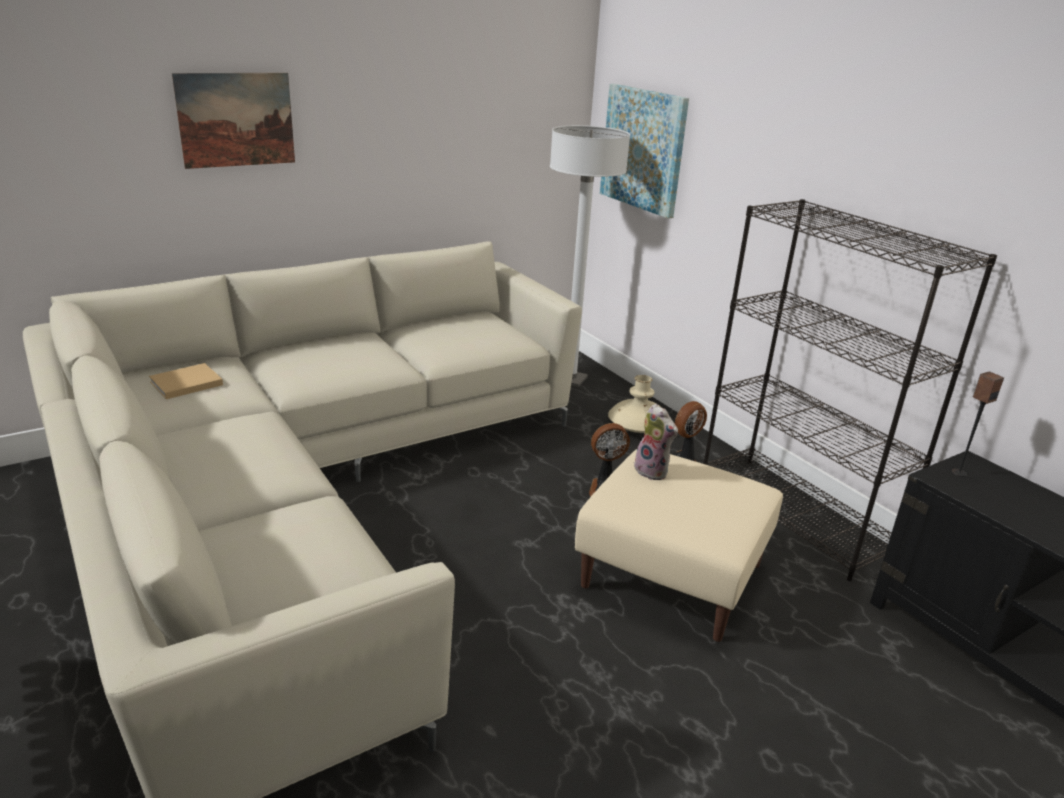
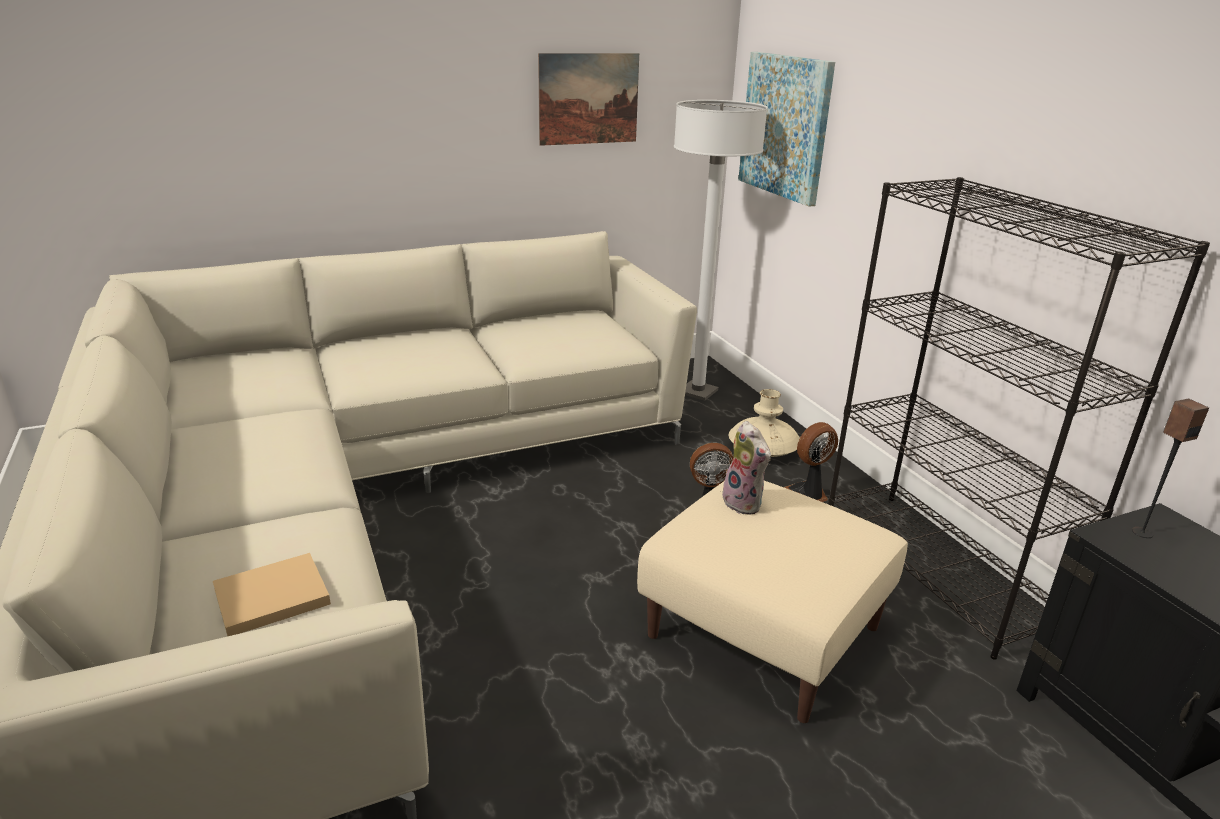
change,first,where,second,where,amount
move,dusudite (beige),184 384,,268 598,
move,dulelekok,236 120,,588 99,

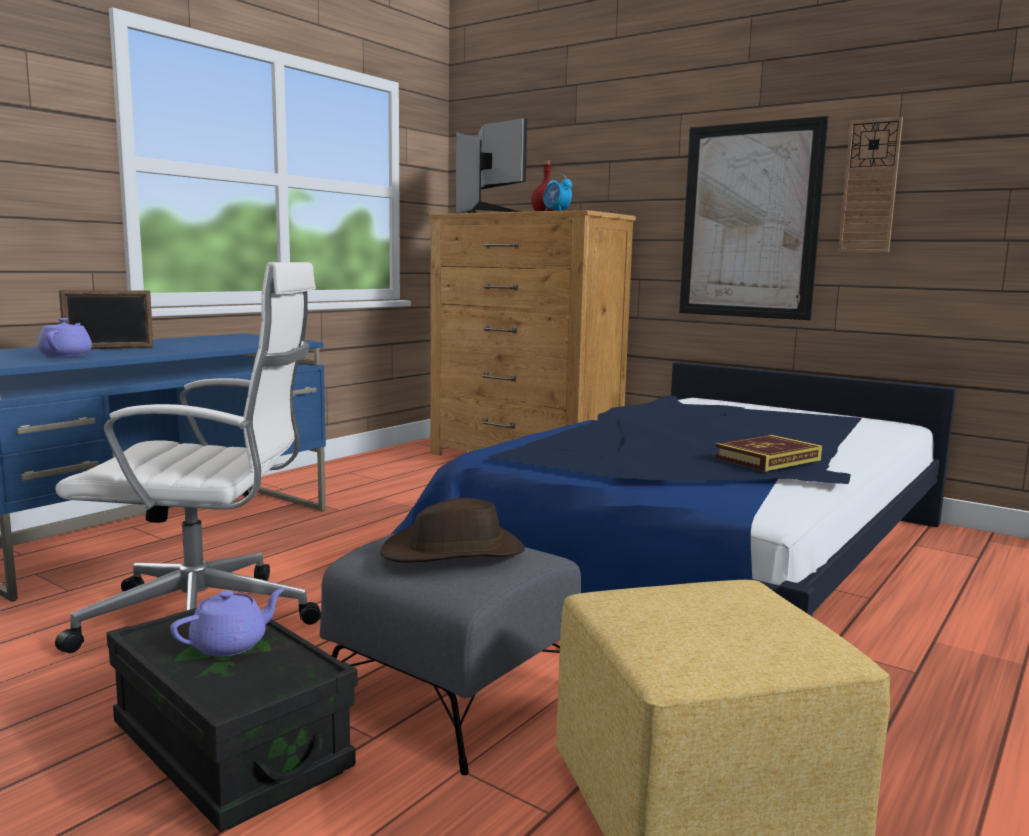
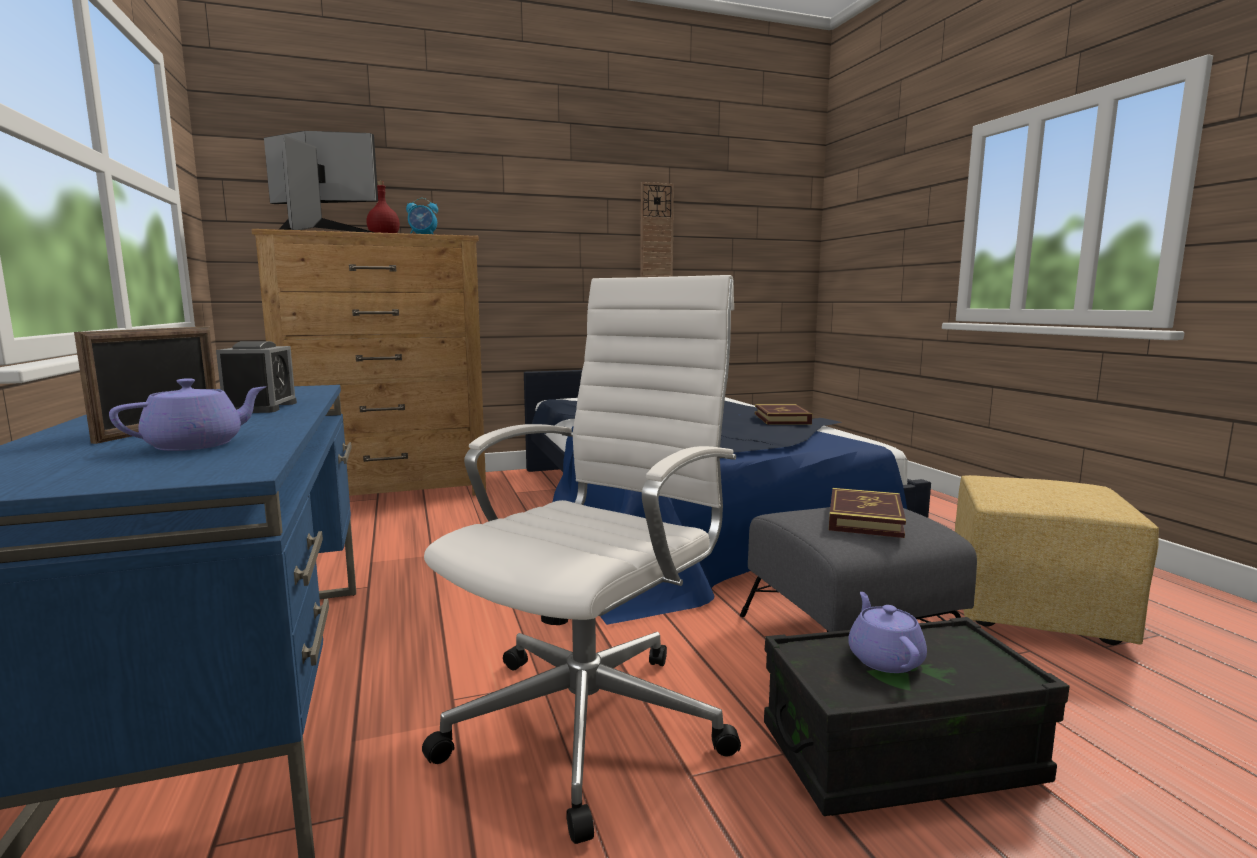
change,first,where,second,where,amount
delete,dulelekok,749 221,,,
insert,,,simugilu,261 407,
replace,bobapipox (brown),454 552,dusudite,865 518,
rotate,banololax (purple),66 355,,197 445,105 degrees clockwise

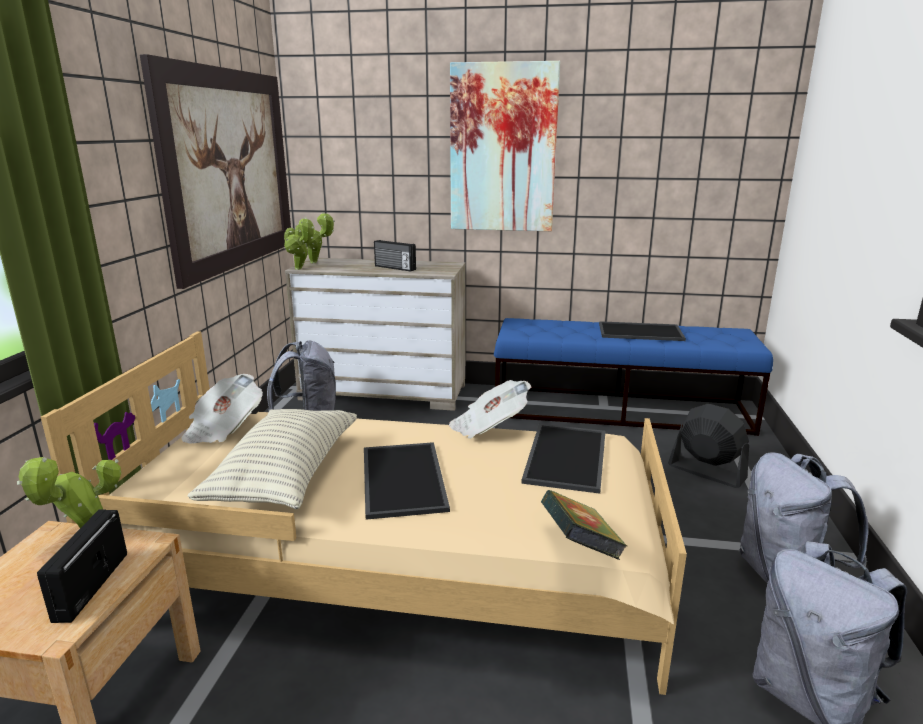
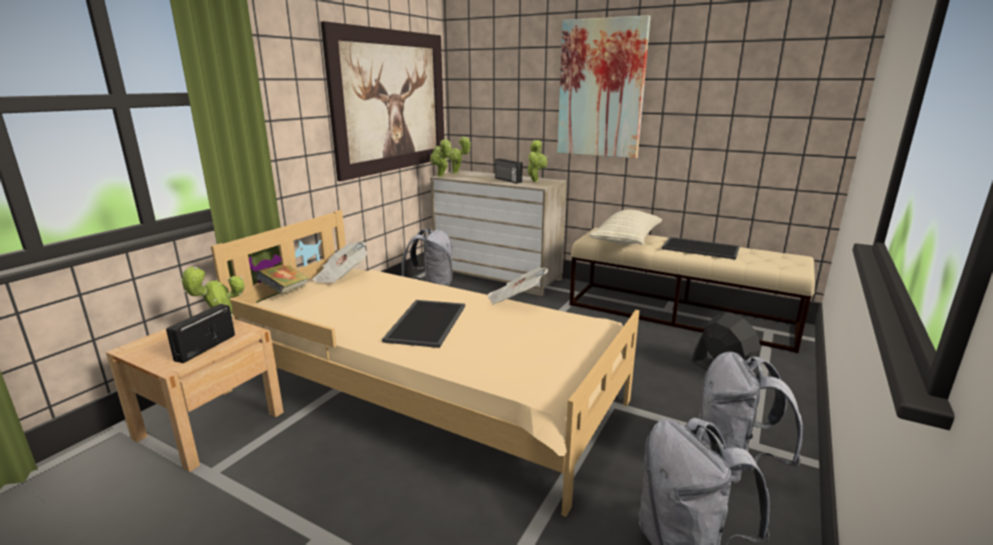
change,first,where,second,where,amount
delete,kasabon,568 458,,,
insert,,,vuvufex,535 181,
move,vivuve,285 476,,626 240,
move,dusudite,579 547,,285 292,
recolor,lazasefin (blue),620 410,lazasefin (beige),680 314,

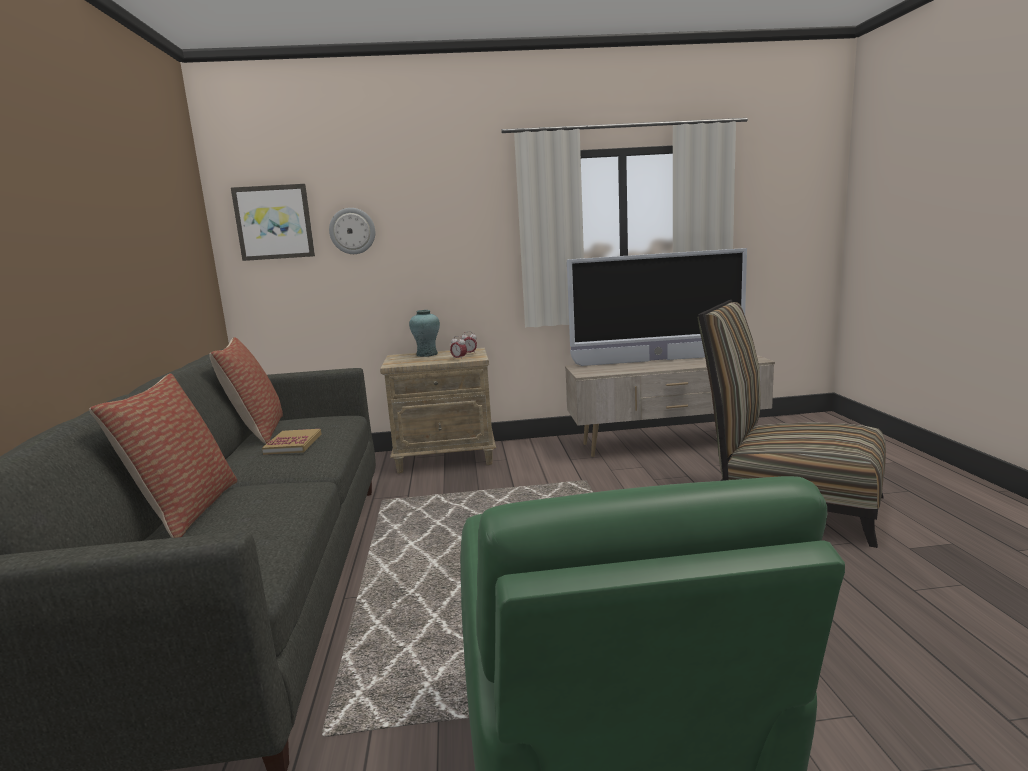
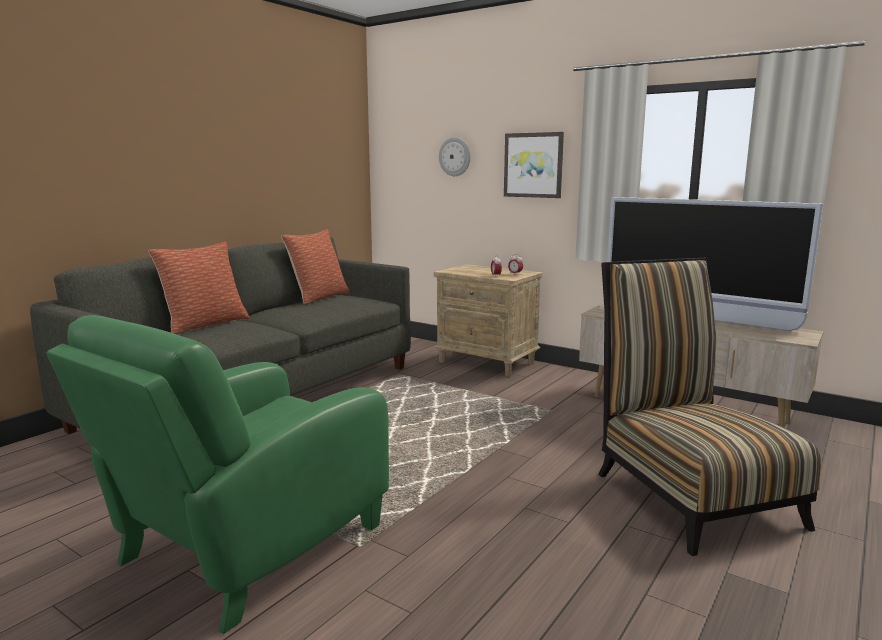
change,first,where,second,where,amount
delete,dusudite,293 444,,,
delete,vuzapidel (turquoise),427 354,,,
move,dulelekok,274 222,,533 165,

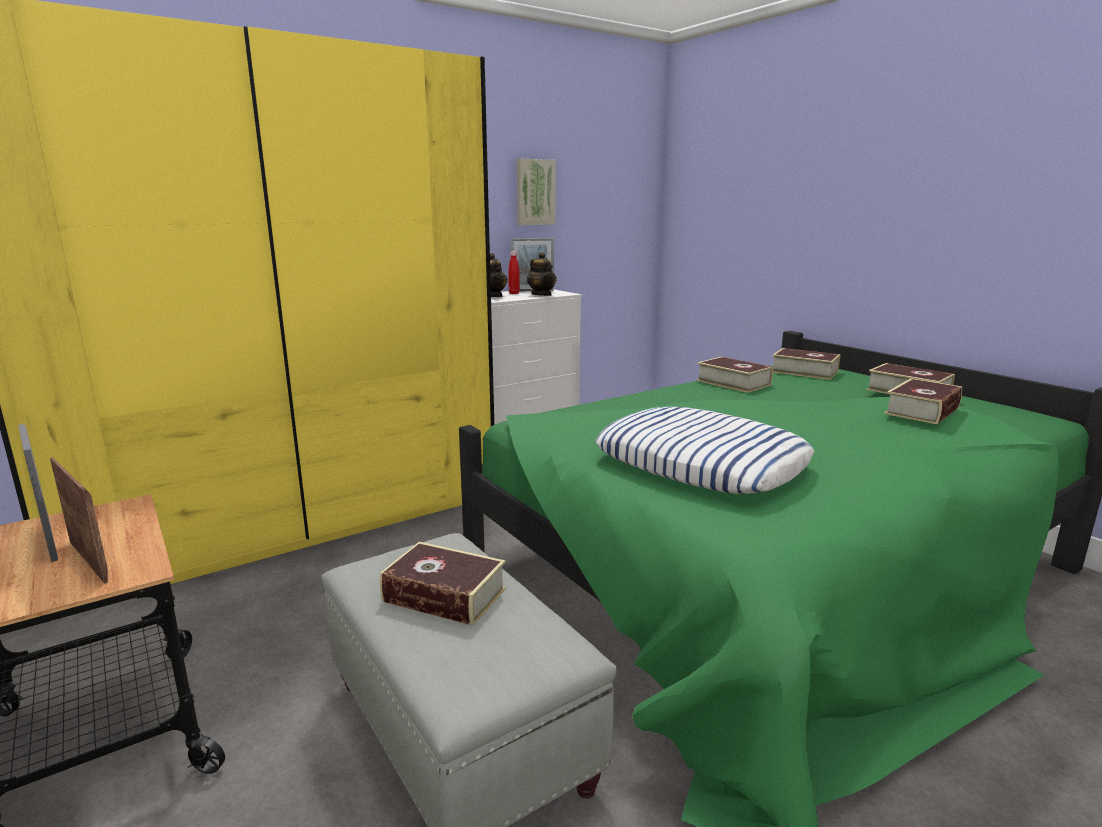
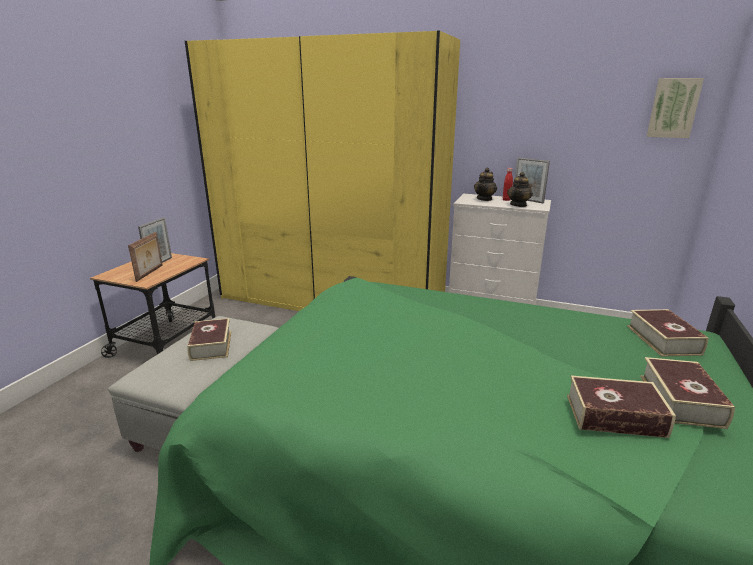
change,first,where,second,where,amount
delete,vivuve,701 463,,,
delete,dusudite,733 383,,,
move,dulelekok,534 192,,673 108,

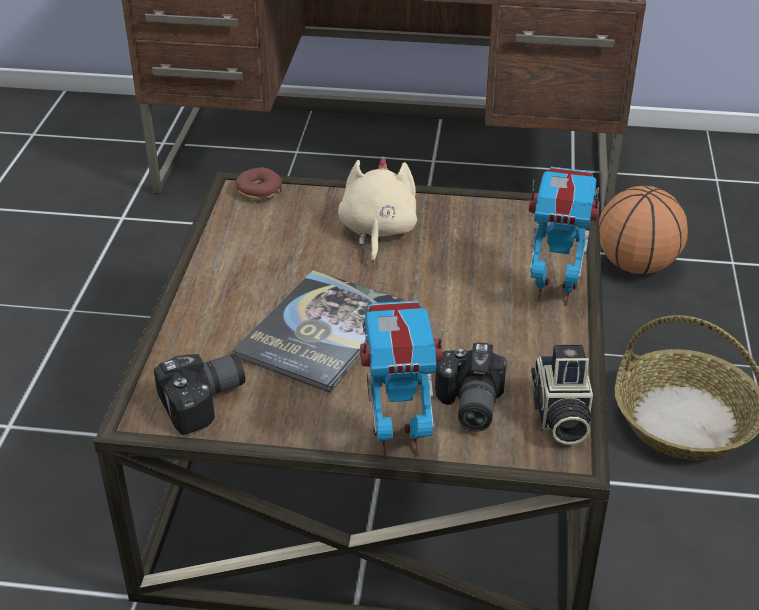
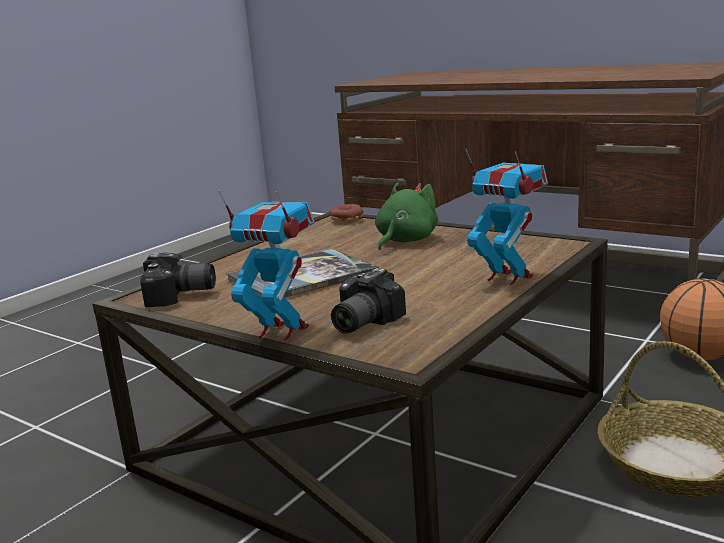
change,first,where,second,where,amount
delete,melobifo,559 416,,,
recolor,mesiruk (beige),377 231,mesiruk (green),405 240,

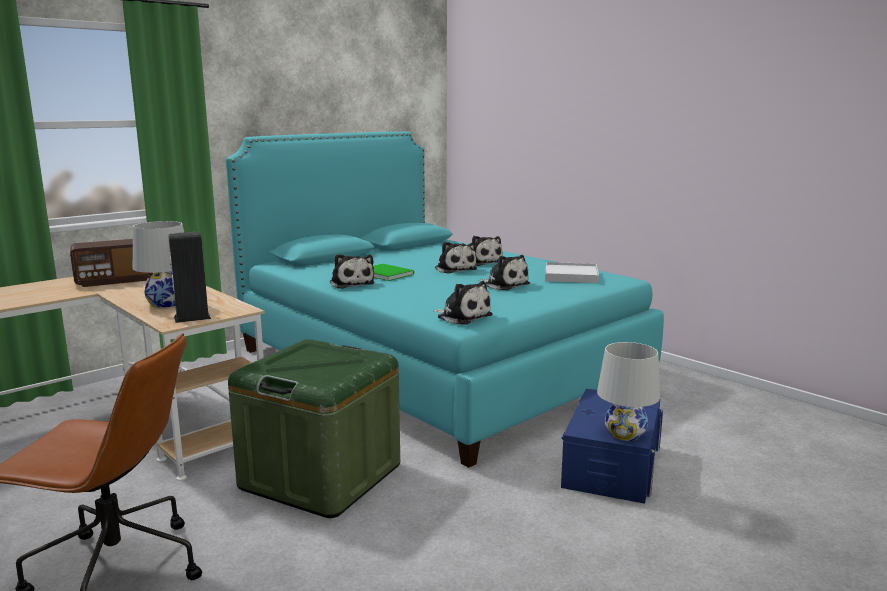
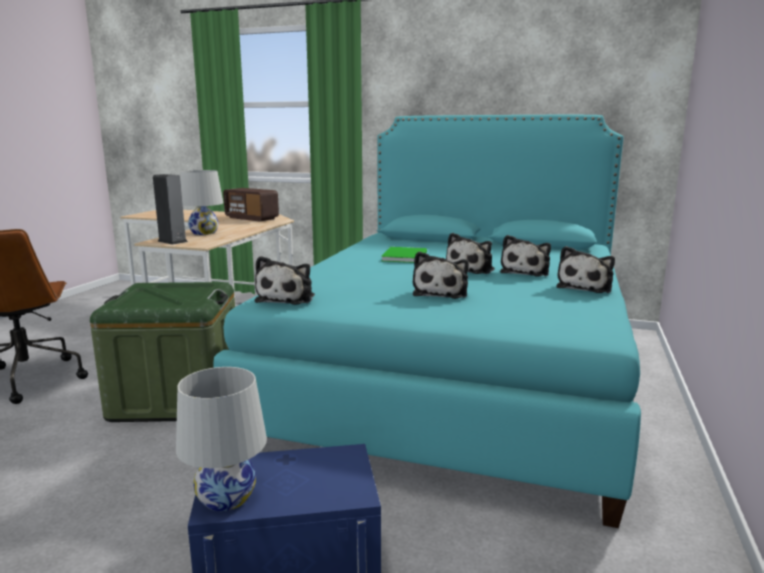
change,first,where,second,where,amount
delete,kasabon (white),571 276,,,
move,mesiruk,351 283,,586 287,

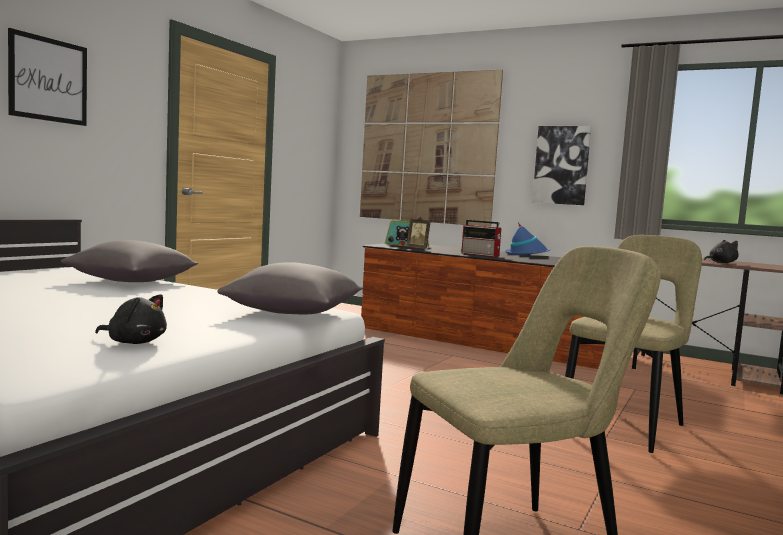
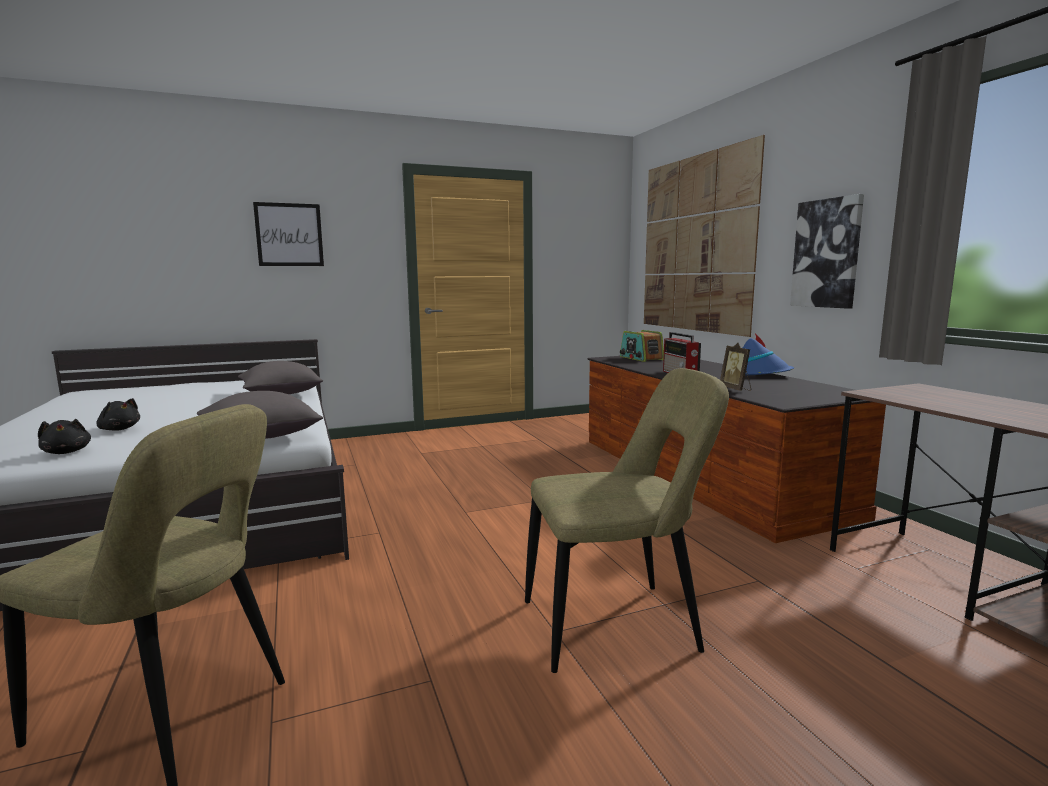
change,first,where,second,where,amount
move,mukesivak,418 248,,736 389,
move,mesiruk (black),720 263,,119 429,

